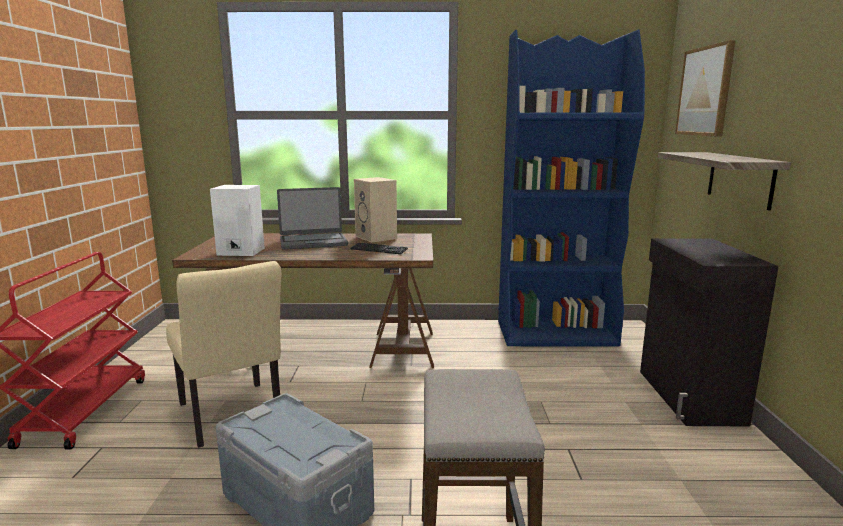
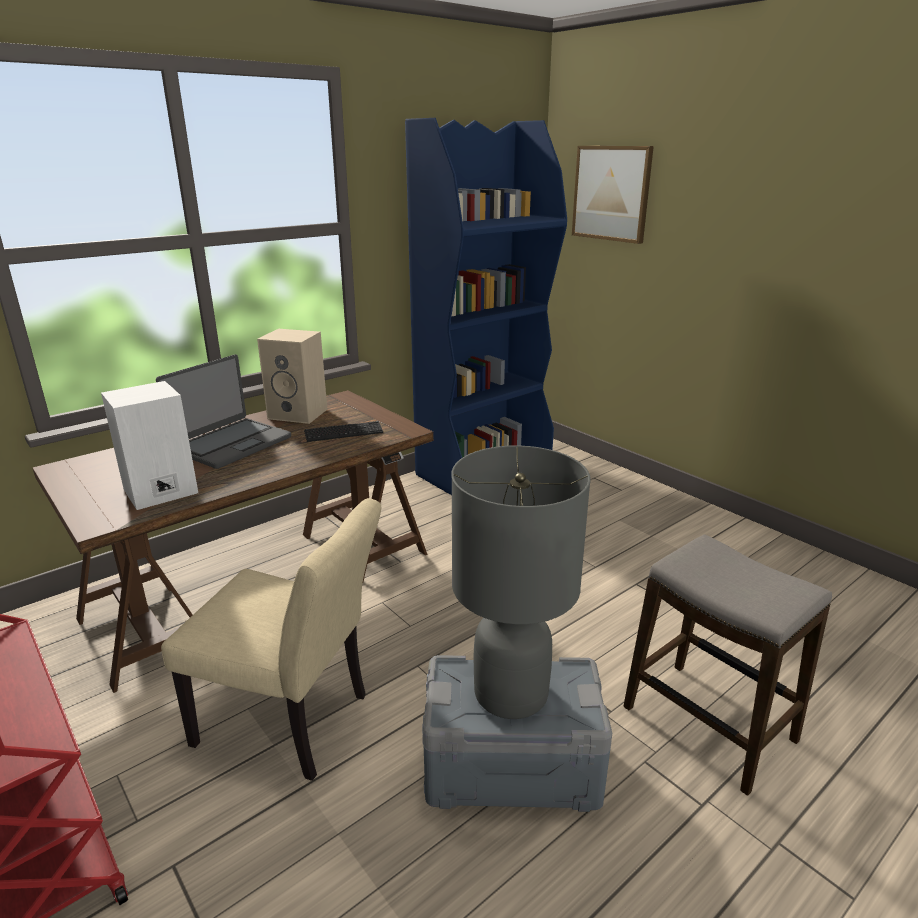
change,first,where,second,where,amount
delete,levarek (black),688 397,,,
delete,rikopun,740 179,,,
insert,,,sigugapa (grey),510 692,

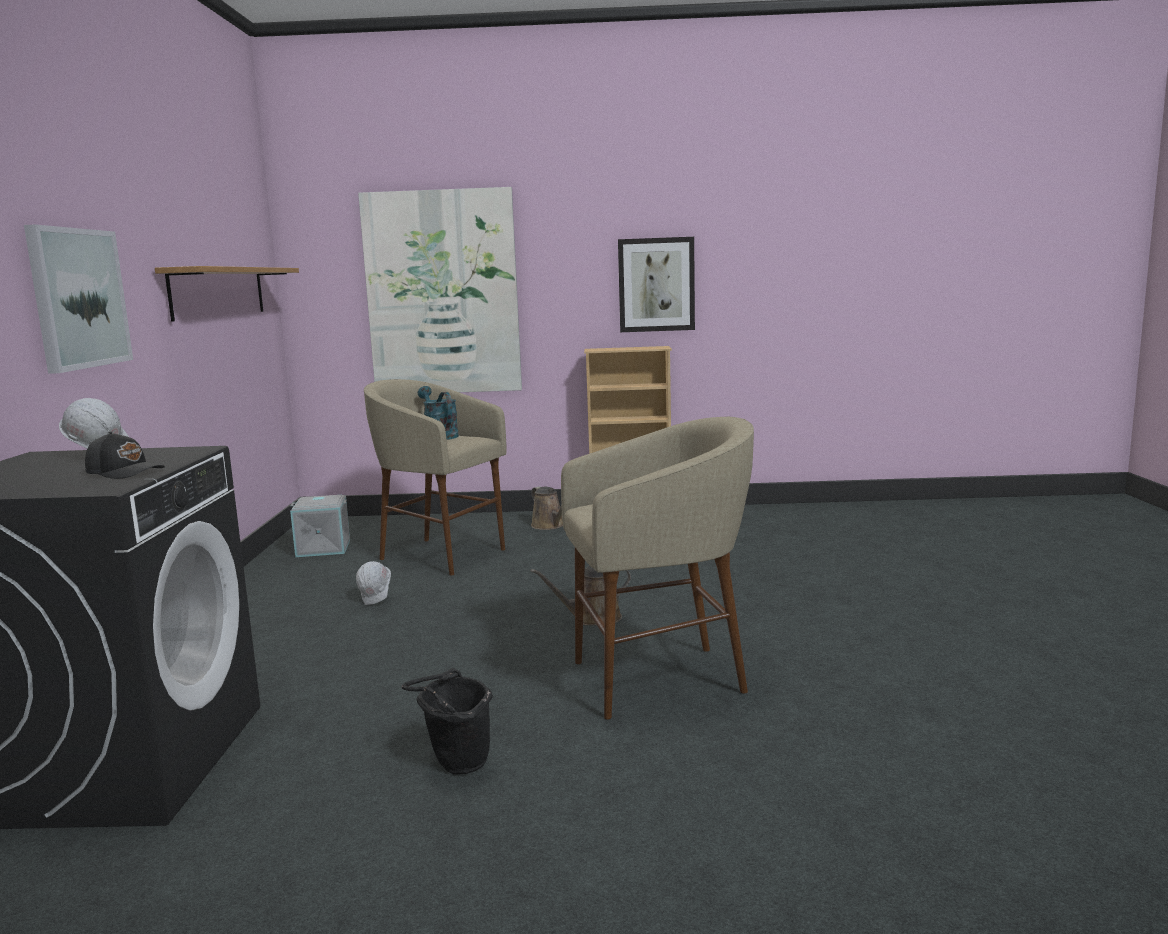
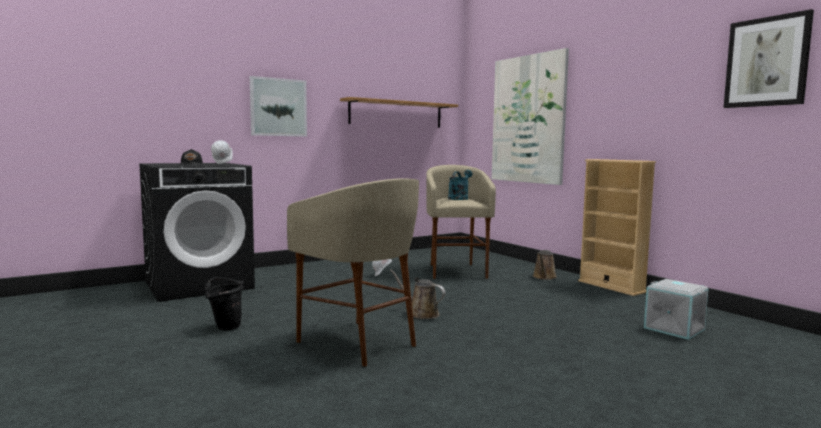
change,first,where,second,where,amount
move,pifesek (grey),324 548,,675 328,
move,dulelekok,656 285,,766 62,

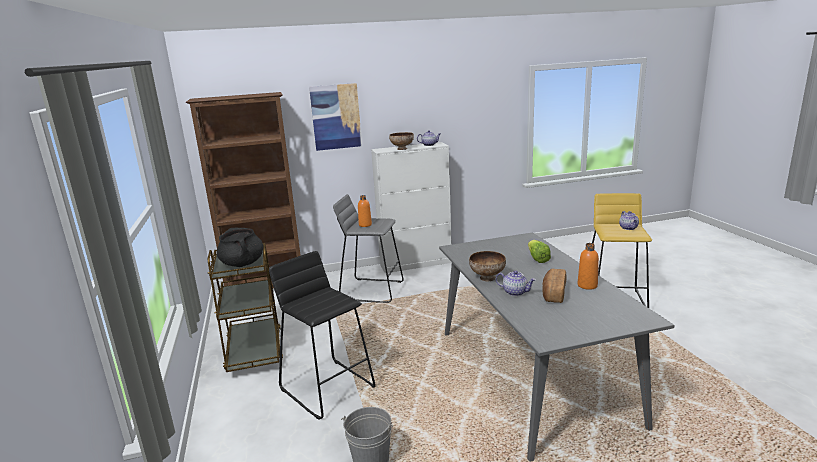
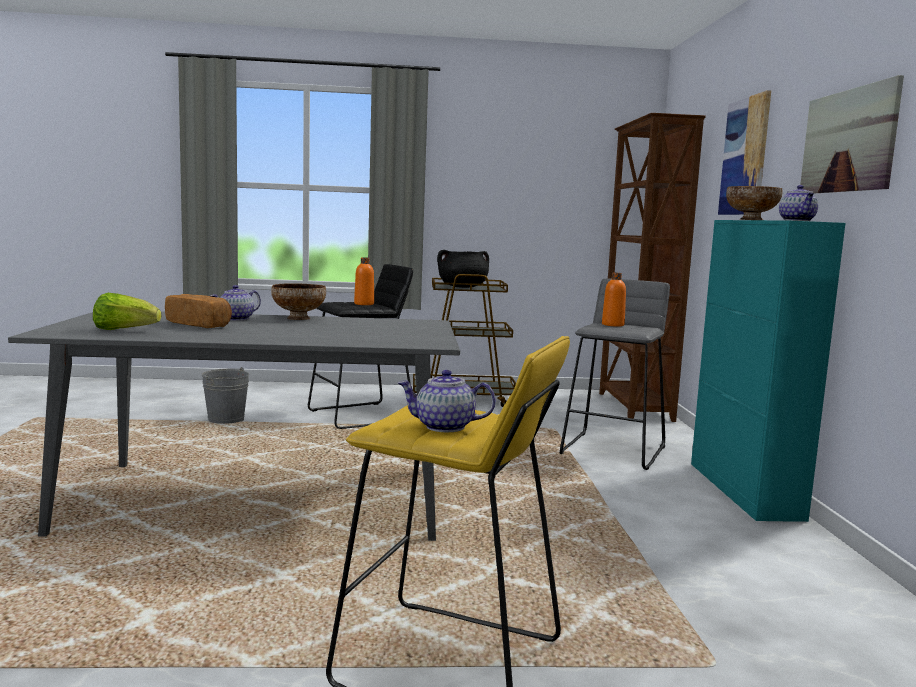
change,first,where,second,where,amount
insert,,,dulelekok,848 141,
move,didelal,537 259,,124 330,
move,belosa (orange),587 285,,364 304,
recolor,levarek (white),416 264,levarek (turquoise),743 490,

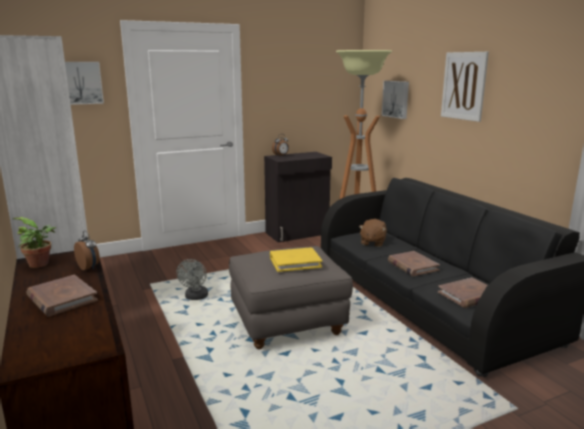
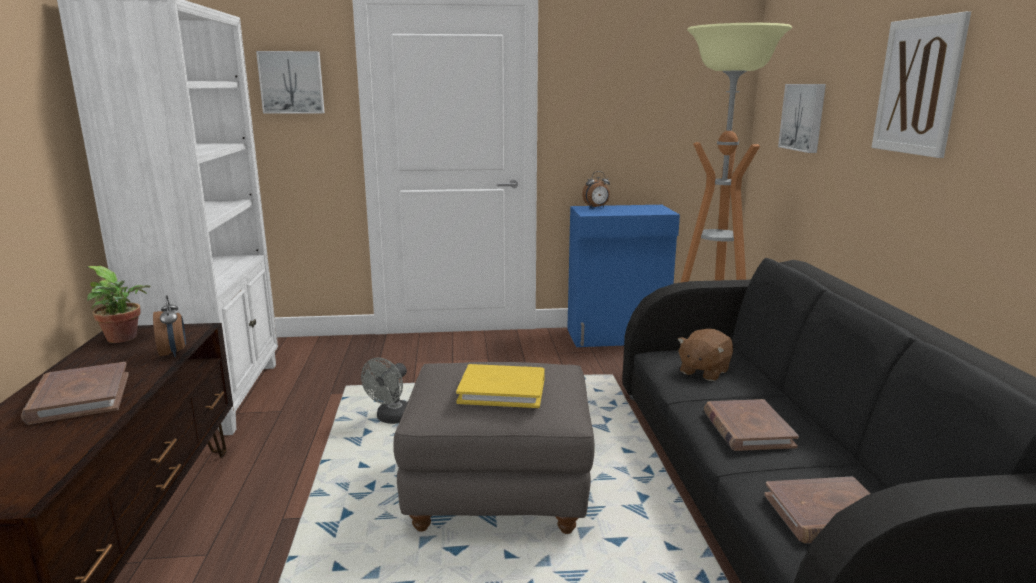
change,first,where,second,where,amount
recolor,levarek (black),298 233,levarek (blue),617 336,

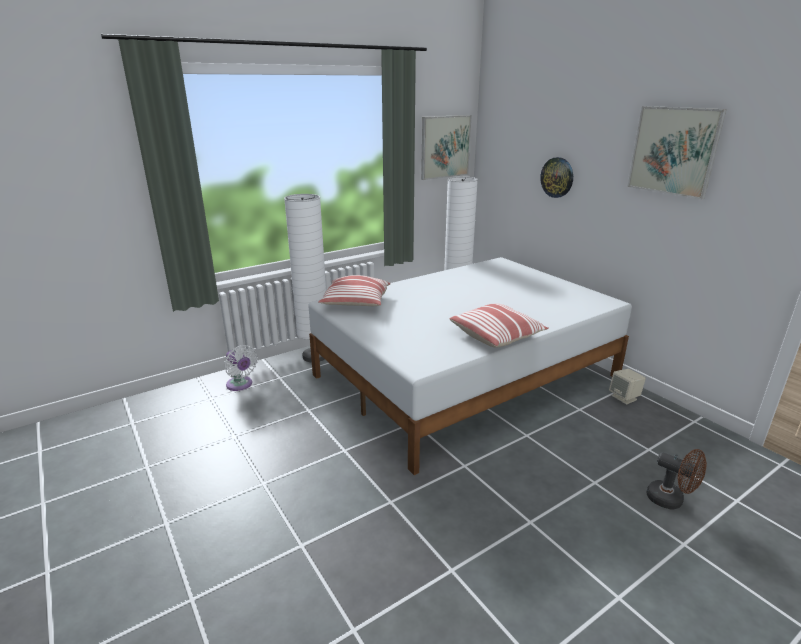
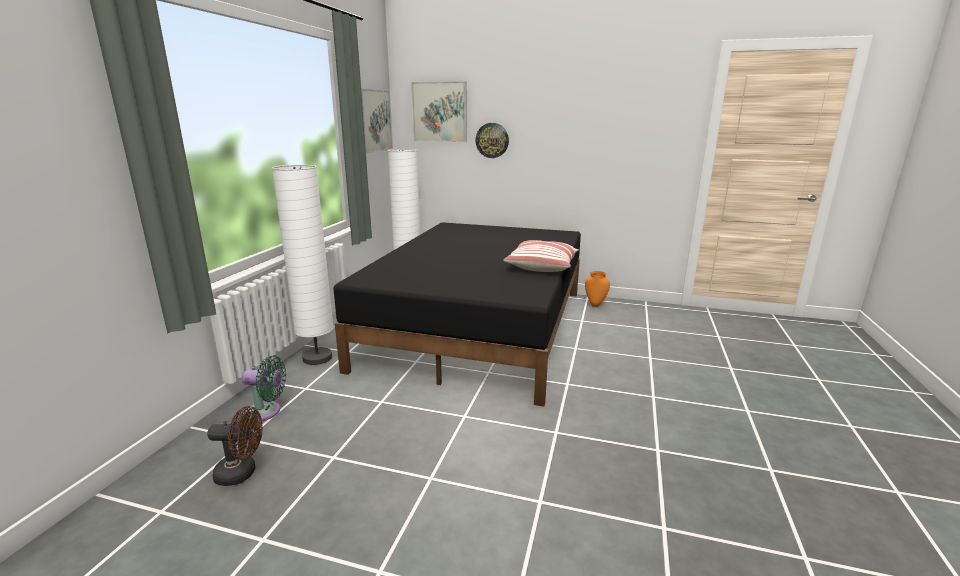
change,first,where,second,where,amount
delete,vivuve,356 303,,,
move,dulelekok,673 151,,439 112,
move,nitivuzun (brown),670 500,,242 473,
replace,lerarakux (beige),624 397,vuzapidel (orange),595 305,
recolor,nitivuzun (white),240 385,nitivuzun (green),266 412,
recolor,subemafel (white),466 377,subemafel (black),480 327,

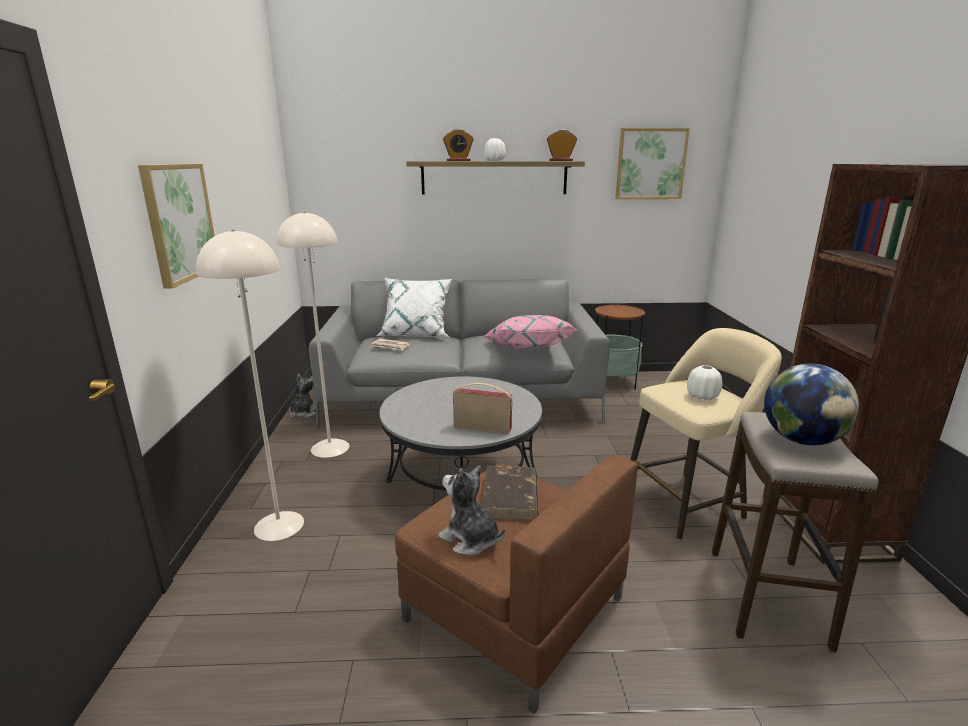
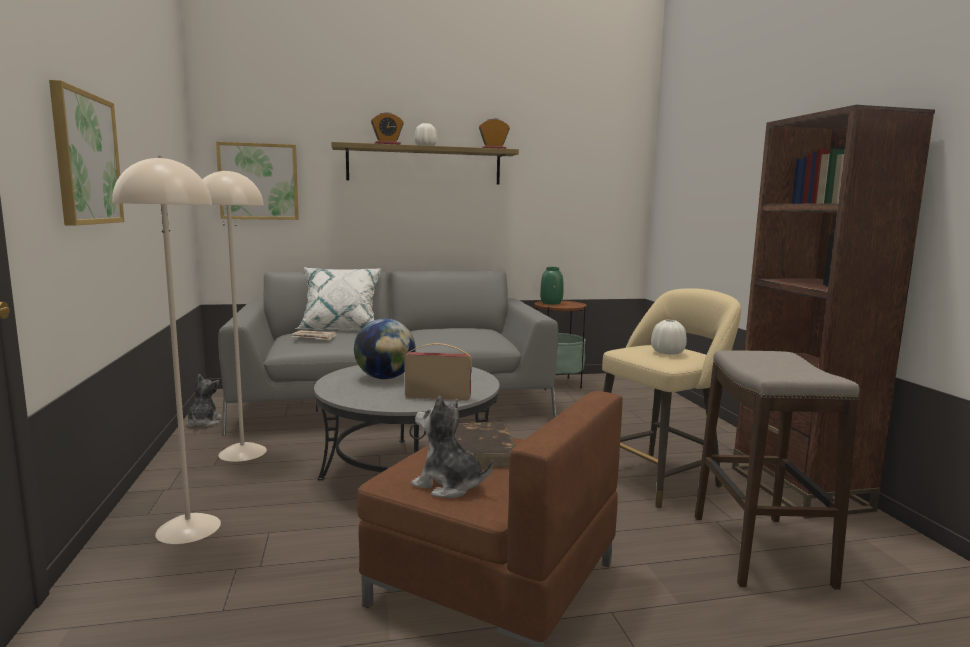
change,first,where,second,where,amount
delete,vivuve (pink),526 349,,,
insert,,,vuzapidel (green),551 303,
move,dulelekok,650 164,,258 181,
move,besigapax,801 440,,385 378,

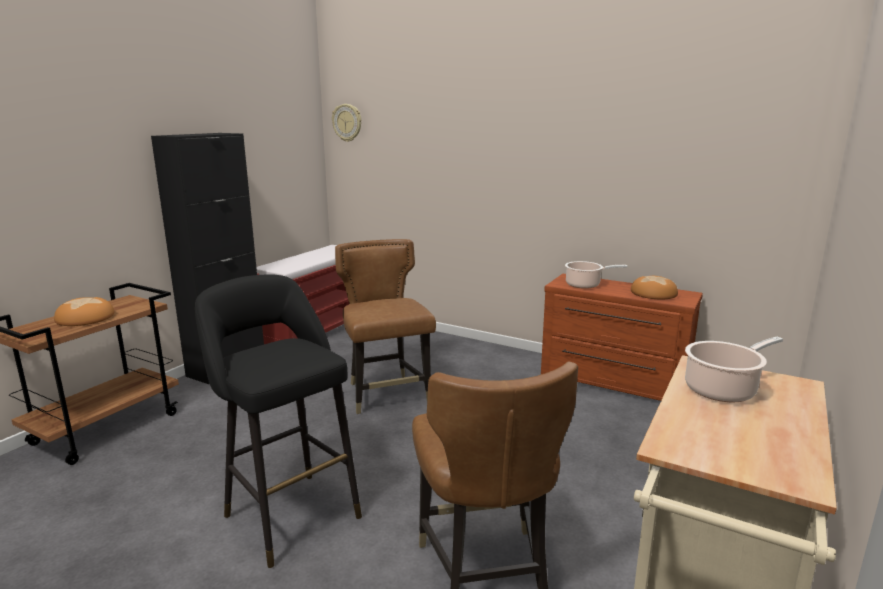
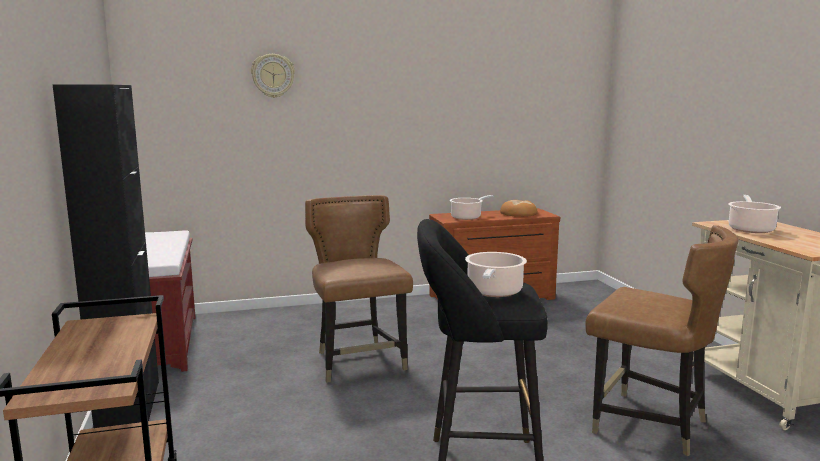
change,first,where,second,where,amount
delete,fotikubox,84 318,,,
insert,,,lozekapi,494 292,
move,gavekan,347 122,,273 75,
rotate,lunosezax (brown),386 393,,358 362,45 degrees clockwise

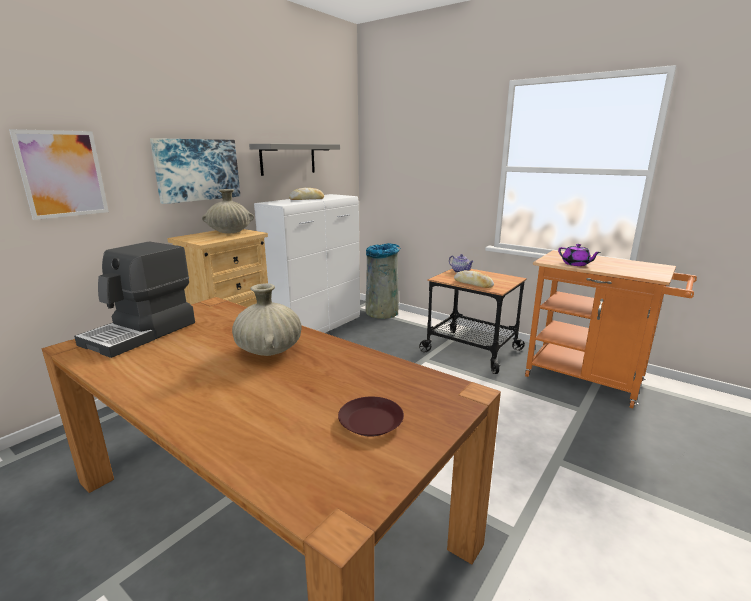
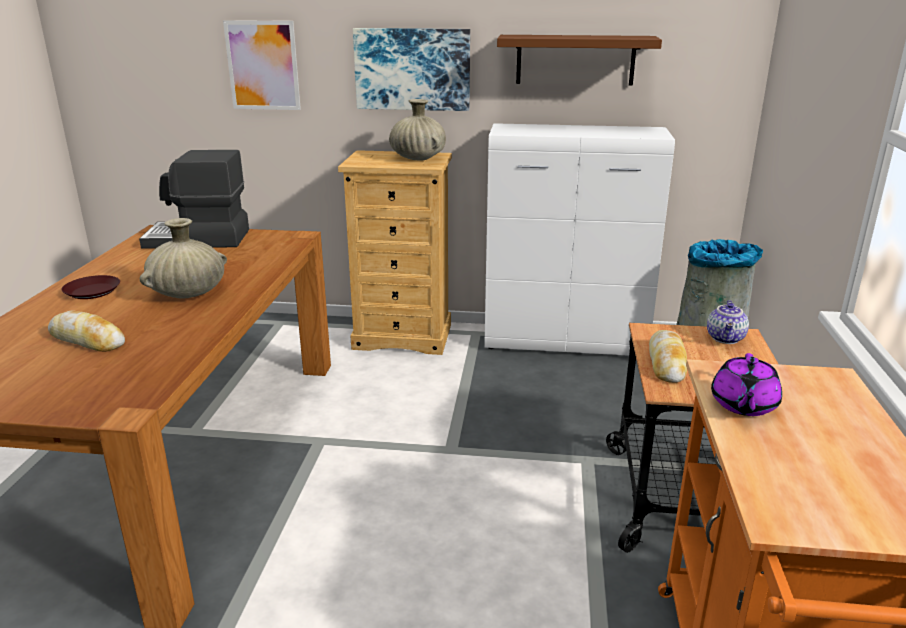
change,first,where,second,where,amount
move,fotikubox,307 199,,87 340,
move,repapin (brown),371 422,,92 292,
recolor,rikopun (grey),288 159,rikopun (brown),575 60,

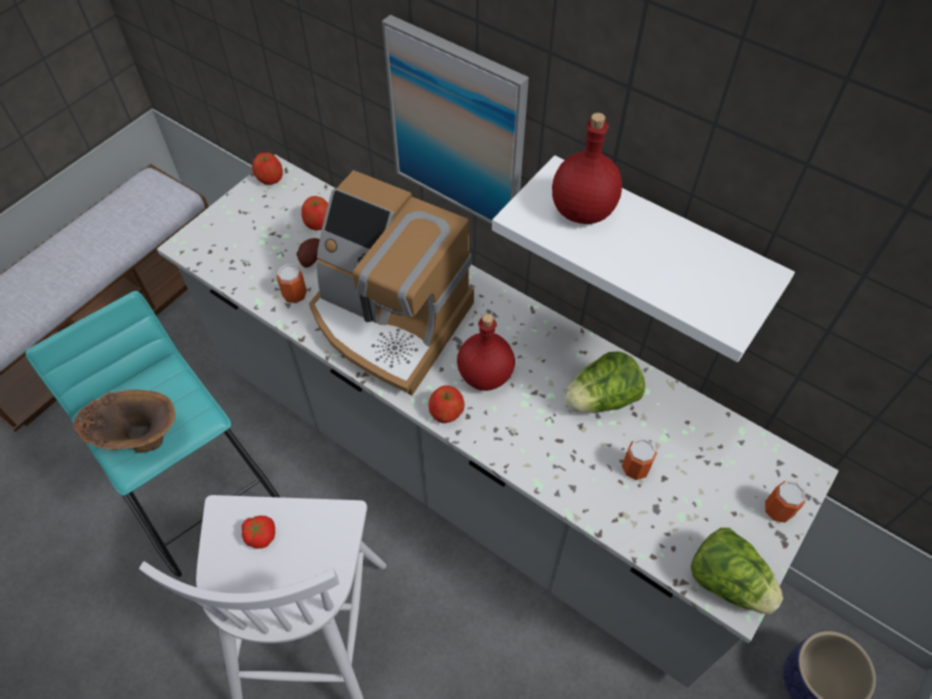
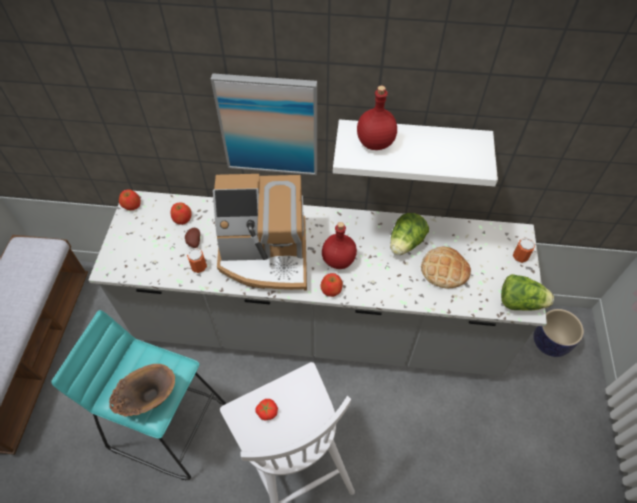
change,first,where,second,where,amount
replace,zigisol,635 468,fotikubox,444 270,

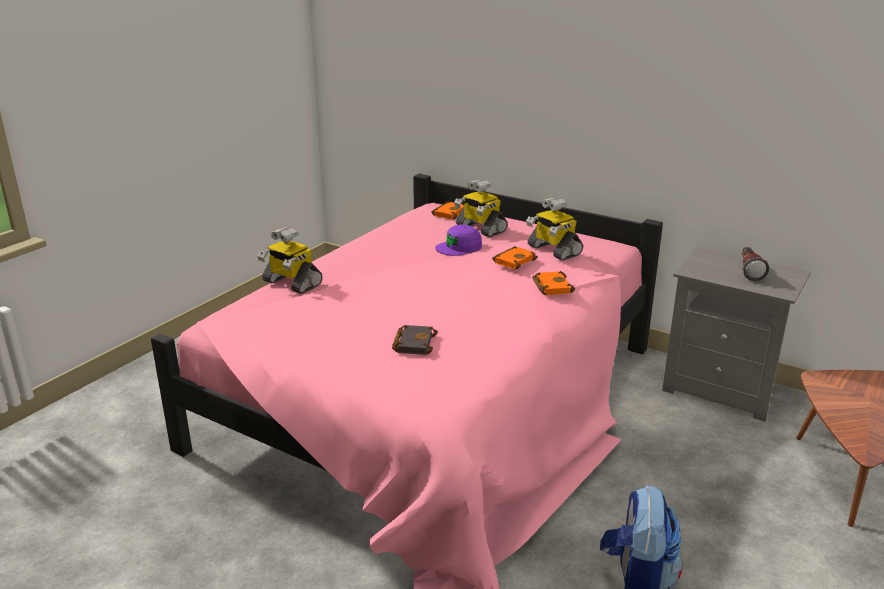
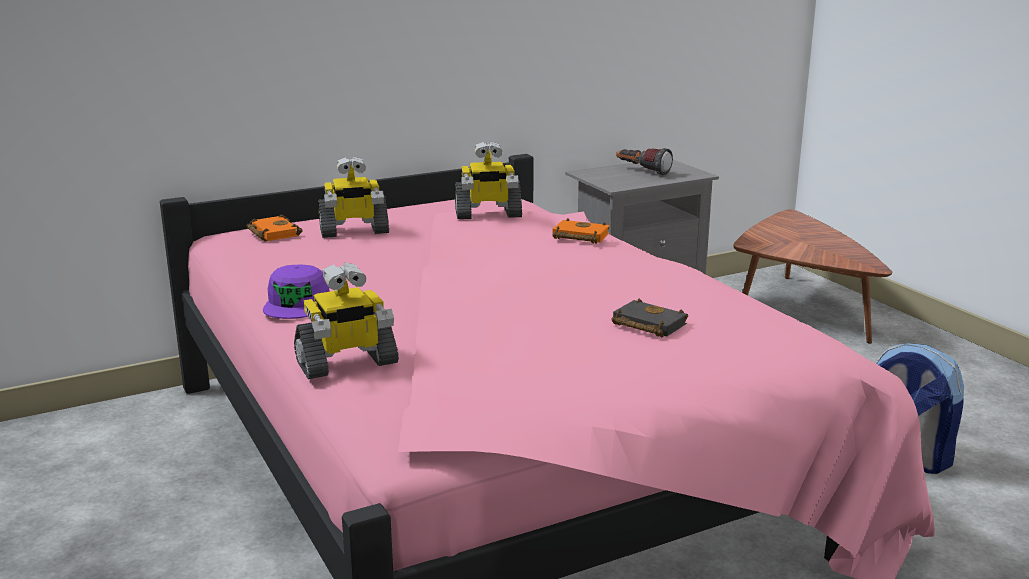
change,first,where,second,where,amount
delete,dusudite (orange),514 260,,,
move,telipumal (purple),459 247,,297 303,

